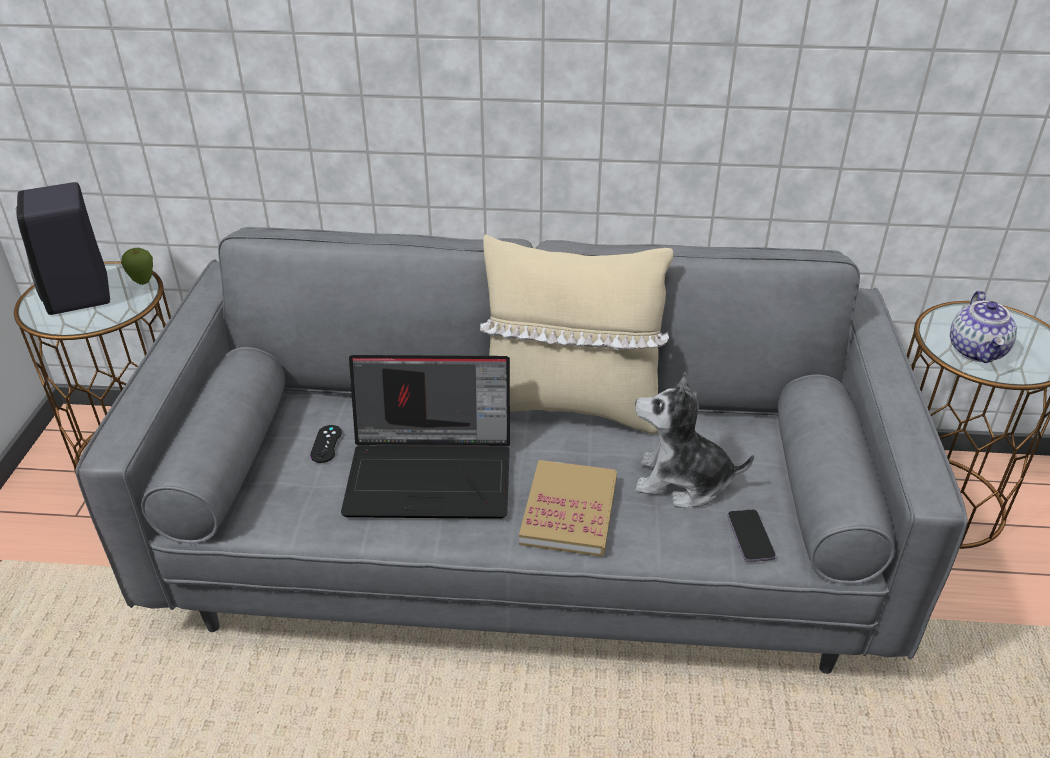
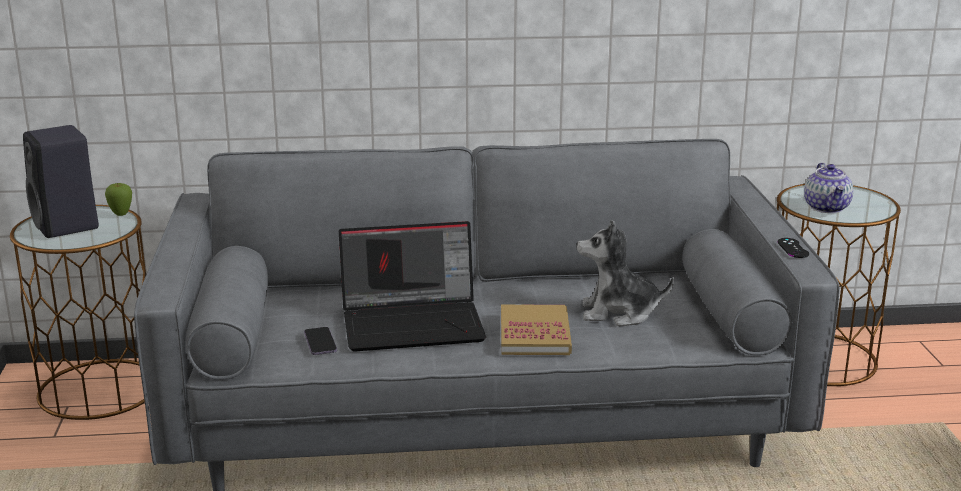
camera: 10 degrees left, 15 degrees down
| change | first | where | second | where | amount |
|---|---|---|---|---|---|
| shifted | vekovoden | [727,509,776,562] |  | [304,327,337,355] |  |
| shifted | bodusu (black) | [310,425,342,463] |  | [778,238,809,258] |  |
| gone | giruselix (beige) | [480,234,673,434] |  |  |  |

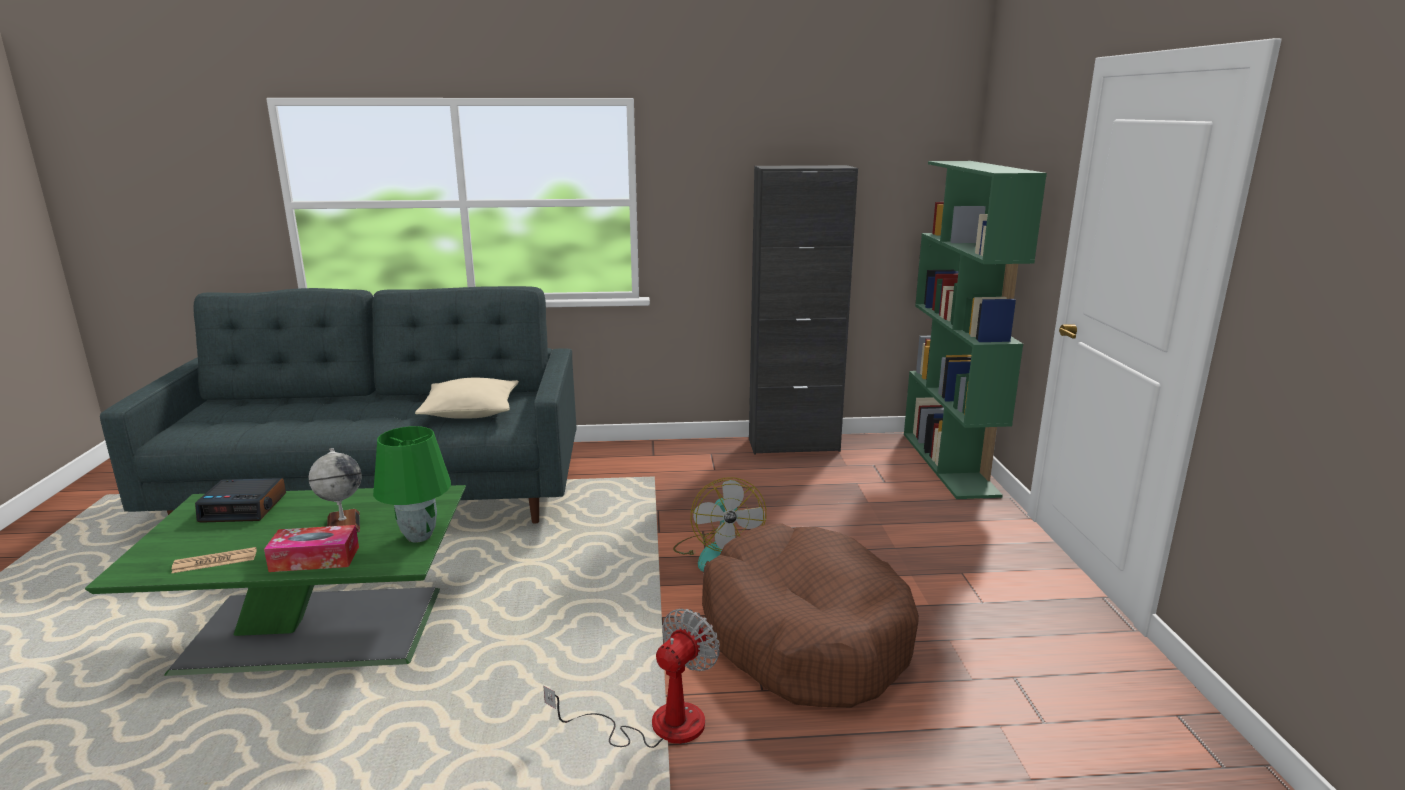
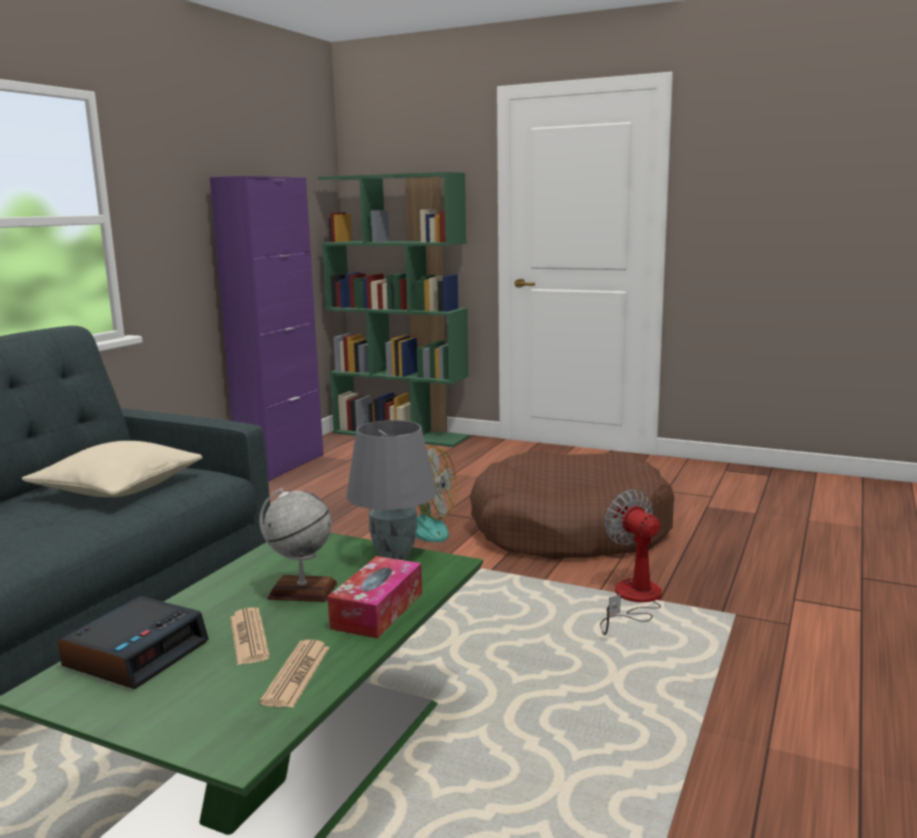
camera: 60 degrees left, 5 degrees down
| change | first | where | second | where | amount |
|---|---|---|---|---|---|
| repainted | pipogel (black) | [749,165,858,455] | pipogel (purple) | [210,176,324,481] |  |
| new |  |  | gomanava | [230,607,270,665] |  |
| repainted | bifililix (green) | [373,426,451,542] | bifililix (grey) | [347,420,437,560] |  |

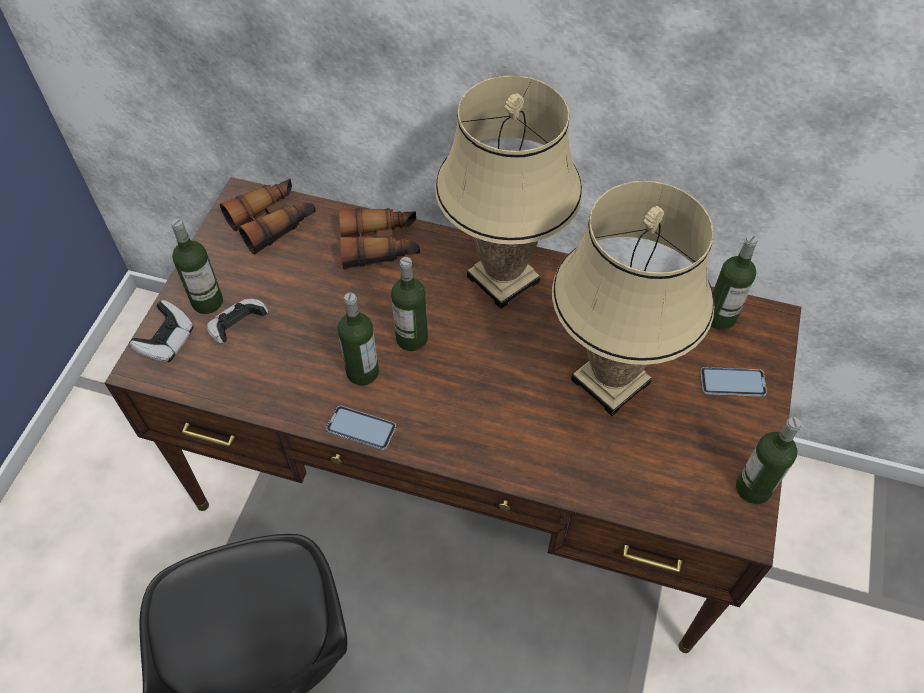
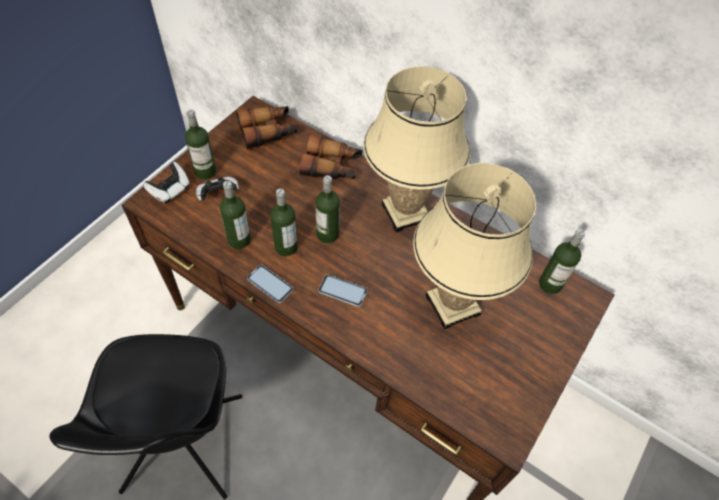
camera: 15 degrees right, 0 degrees up
| change | first | where | second | where | amount |
|---|---|---|---|---|---|
| shifted | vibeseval | [736,417,801,504] |  | [220,181,251,249] |  |
| shifted | vekovoden | [700,367,767,397] |  | [318,275,367,307] |  |

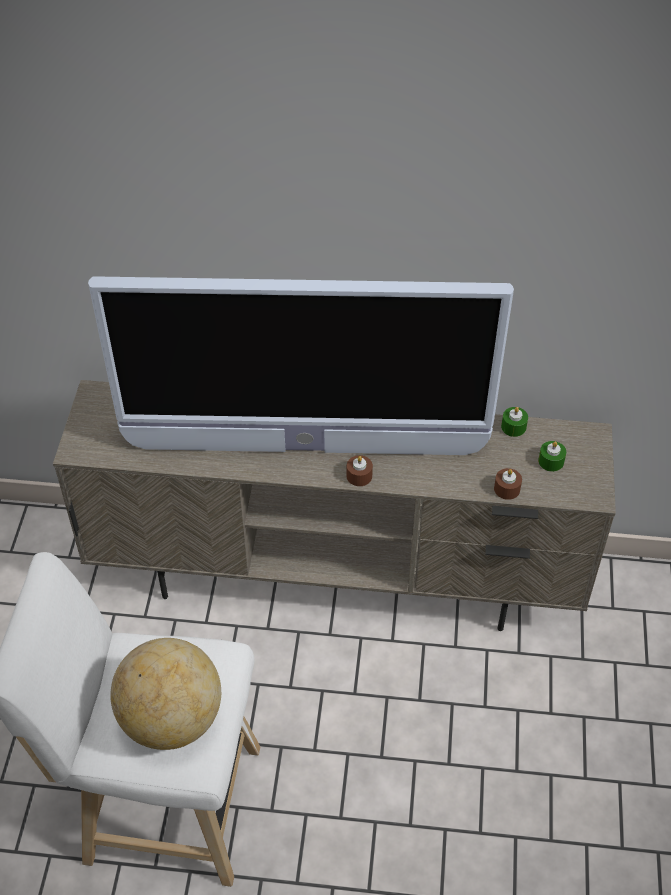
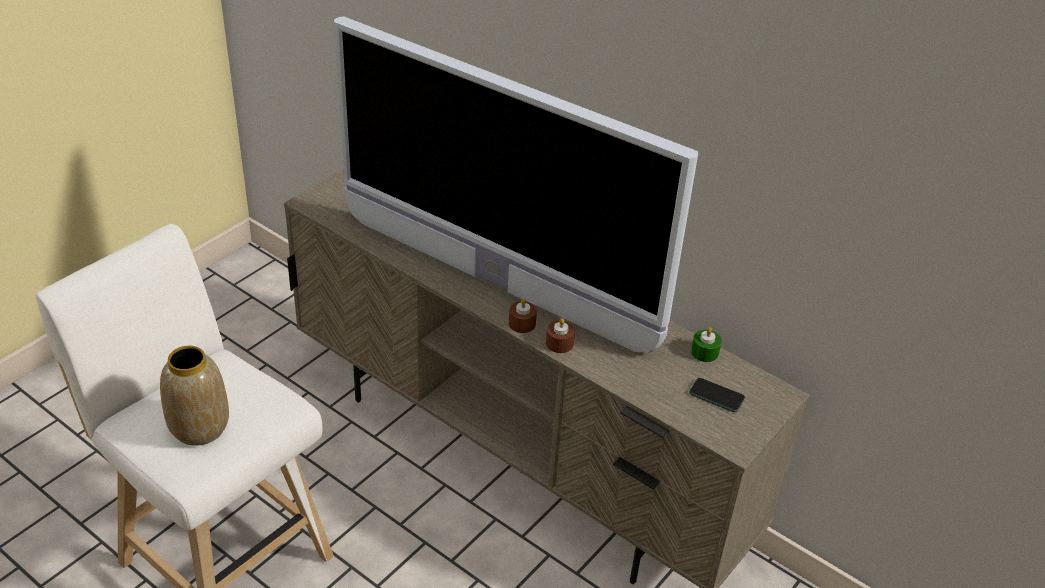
camera: 30 degrees right, 10 degrees down
| change | first | where | second | where | amount |
|---|---|---|---|---|---|
| swapped | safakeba | [110,638,221,750] | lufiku | [160,346,229,446] |  |
| shifted | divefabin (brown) | [494,468,522,500] |  | [546,318,575,353] |  |
| swapped | divefabin (green) | [538,441,566,472] | vekovoden | [689,378,745,412] |  |

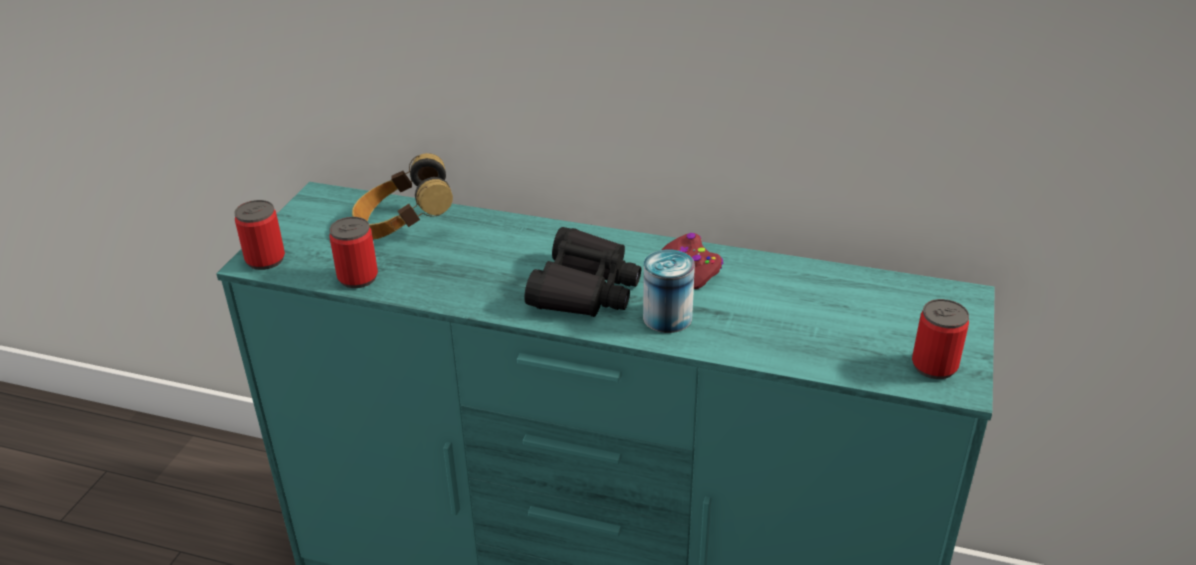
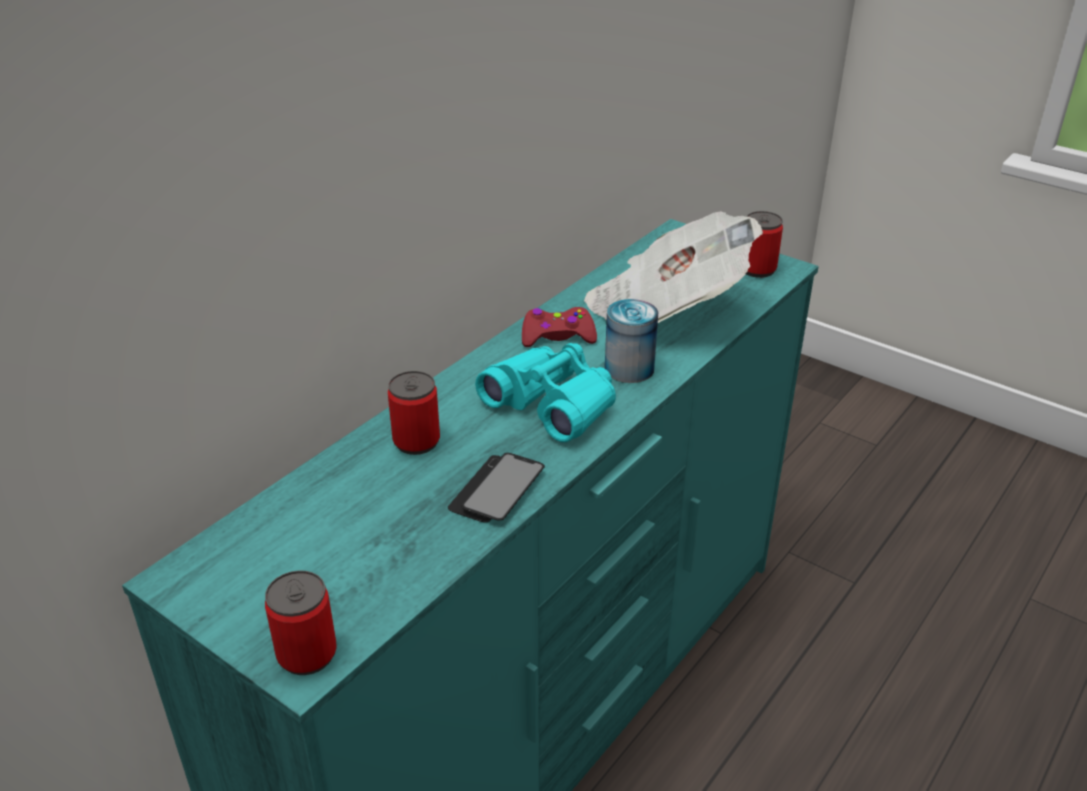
camera: 70 degrees left, 0 degrees up
| change | first | where | second | where | amount |
|---|---|---|---|---|---|
| shifted | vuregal | [329,217,378,288] |  | [388,371,440,455] |  |
| new |  |  | vekovoden | [448,453,545,522] |  |
| repainted | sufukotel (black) | [524,227,642,317] | sufukotel (turquoise) | [475,343,616,442] |  |
| new |  |  | gomanava | [584,211,763,323] |  |
| gone | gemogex | [352,153,453,239] |  |  |  |

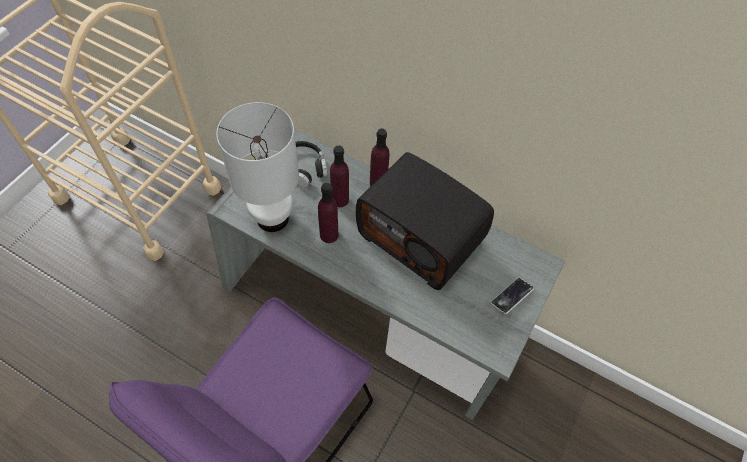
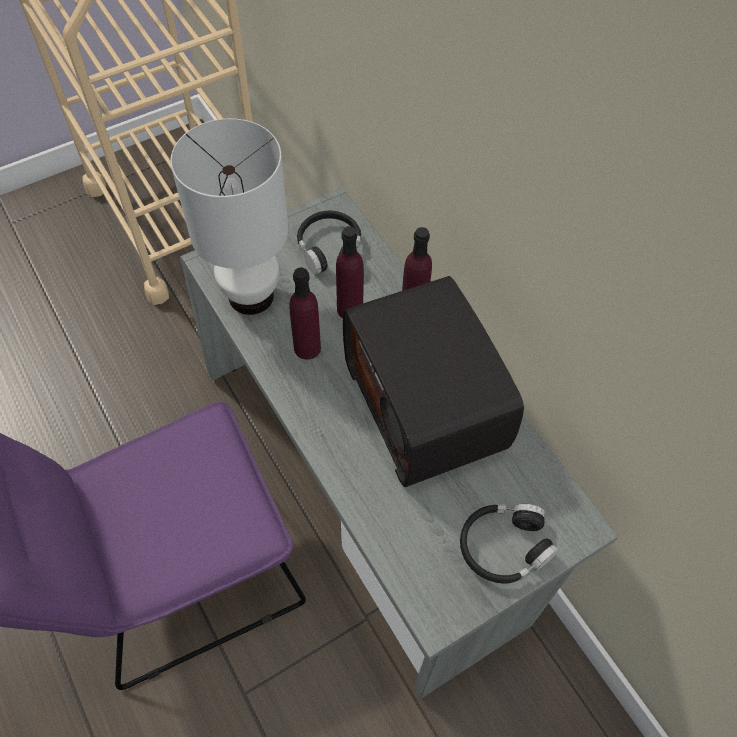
camera: 30 degrees right, 0 degrees up
| change | first | where | second | where | amount |
|---|---|---|---|---|---|
| swapped | vekovoden | [491,278,534,314] | gemogex (black) | [460,504,559,583] |  |

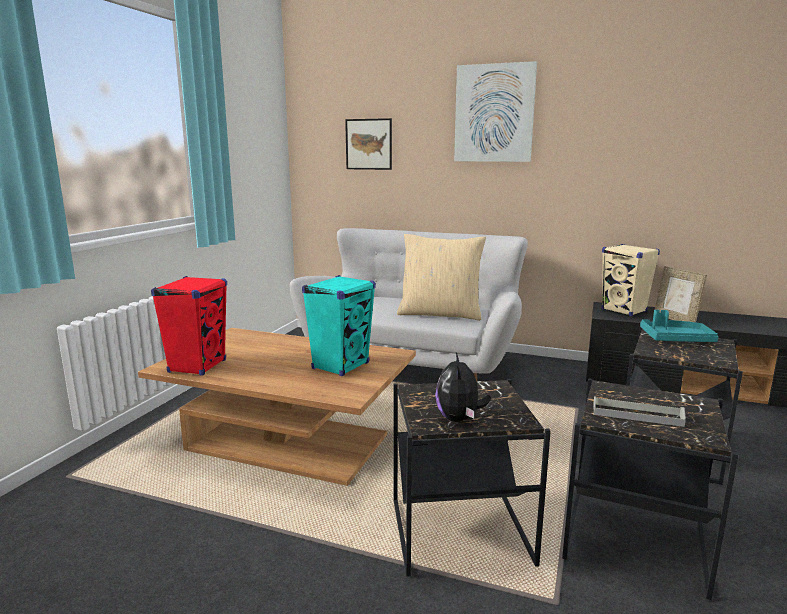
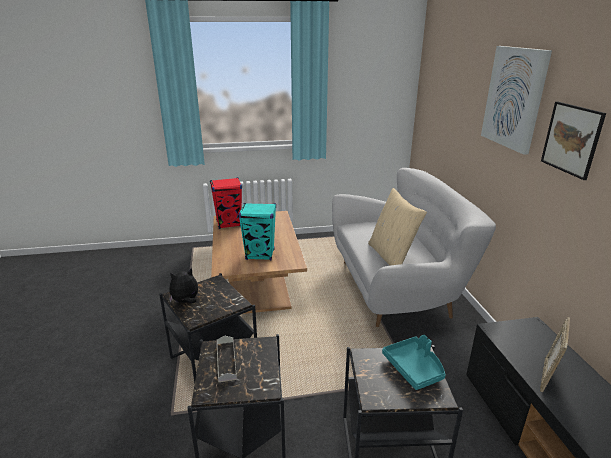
camera: 60 degrees right, 10 degrees up
| change | first | where | second | where | amount |
|---|---|---|---|---|---|
| shifted | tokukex | [345,118,392,170] |  | [541,101,606,180] |  |
| gone | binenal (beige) | [601,244,660,316] |  |  |  |

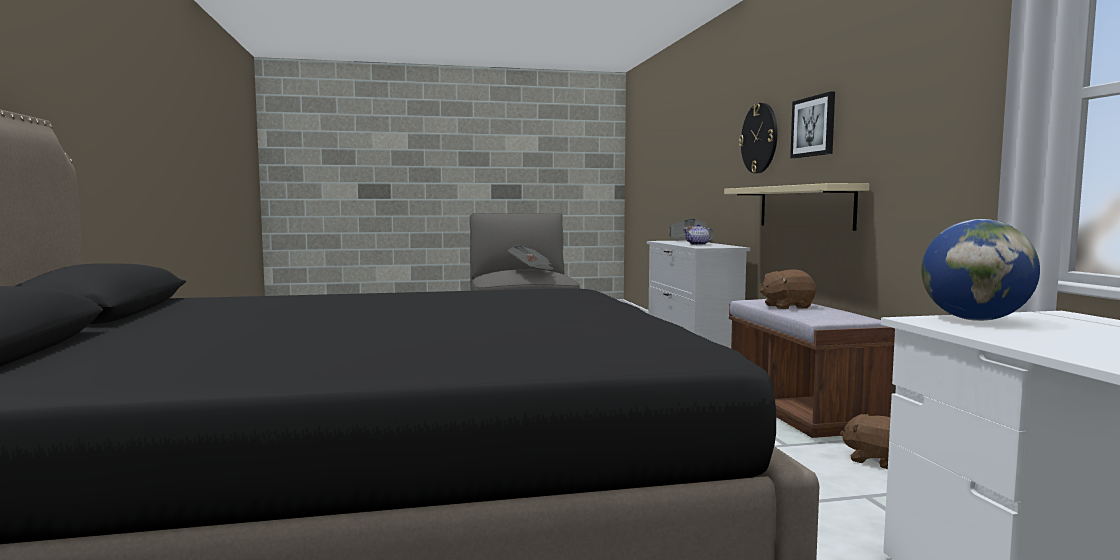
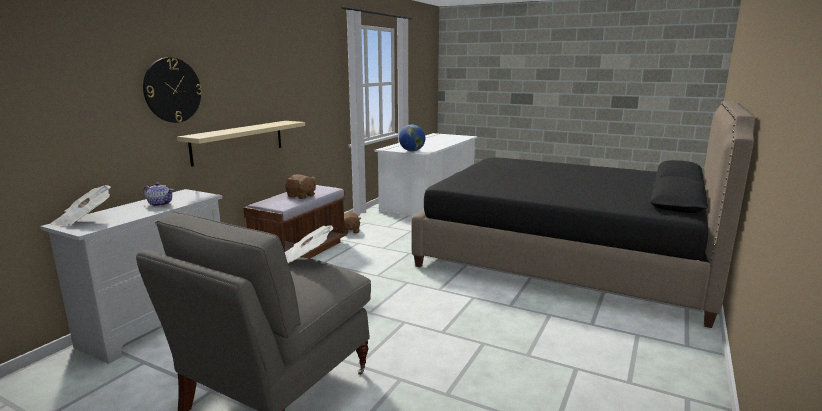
camera: 140 degrees left, 10 degrees up
| change | first | where | second | where | amount |
|---|---|---|---|---|---|
| gone | tokukex | [790,91,835,158] |  |  |  |

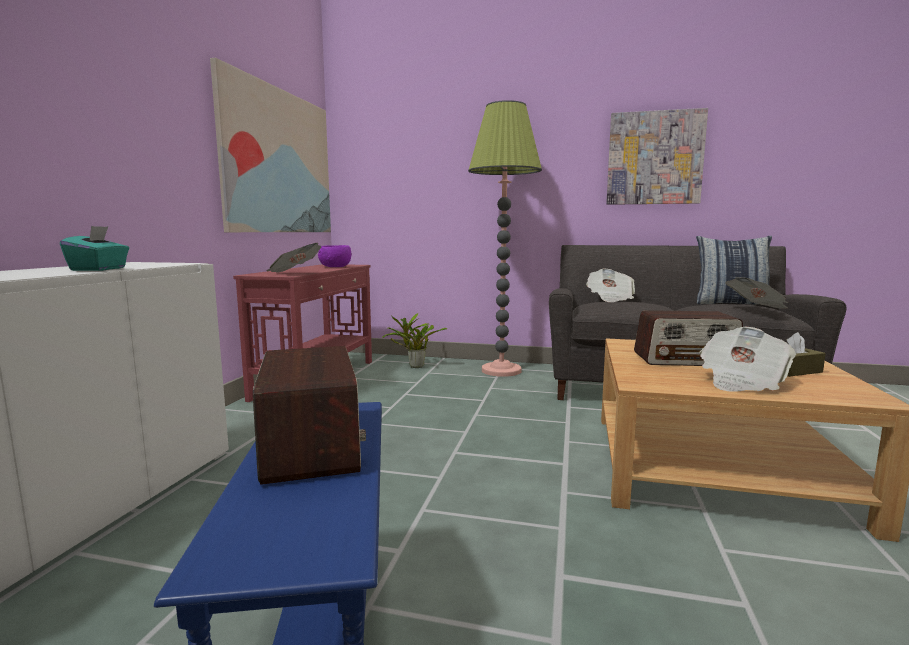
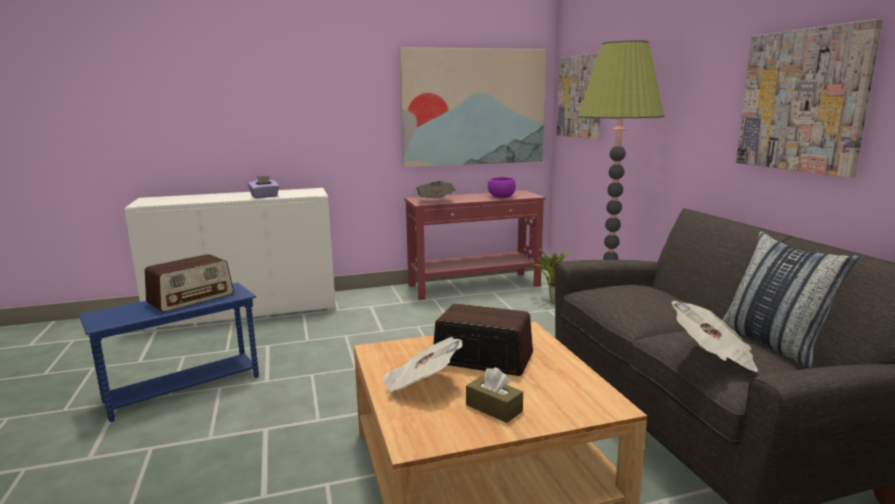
camera: 60 degrees right, 5 degrees up
| change | first | where | second | where | amount |
|---|---|---|---|---|---|
| repainted | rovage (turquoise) | [60,226,129,271] | rovage (purple) | [248,176,279,198] |  |
| rotated | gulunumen | [634,310,743,366] |  | [433,303,533,376] | 135 degrees clockwise |
| new |  |  | tokukex | [557,52,600,140] |  |
| gone | gomanava | [586,269,635,302] |  |  |  |

